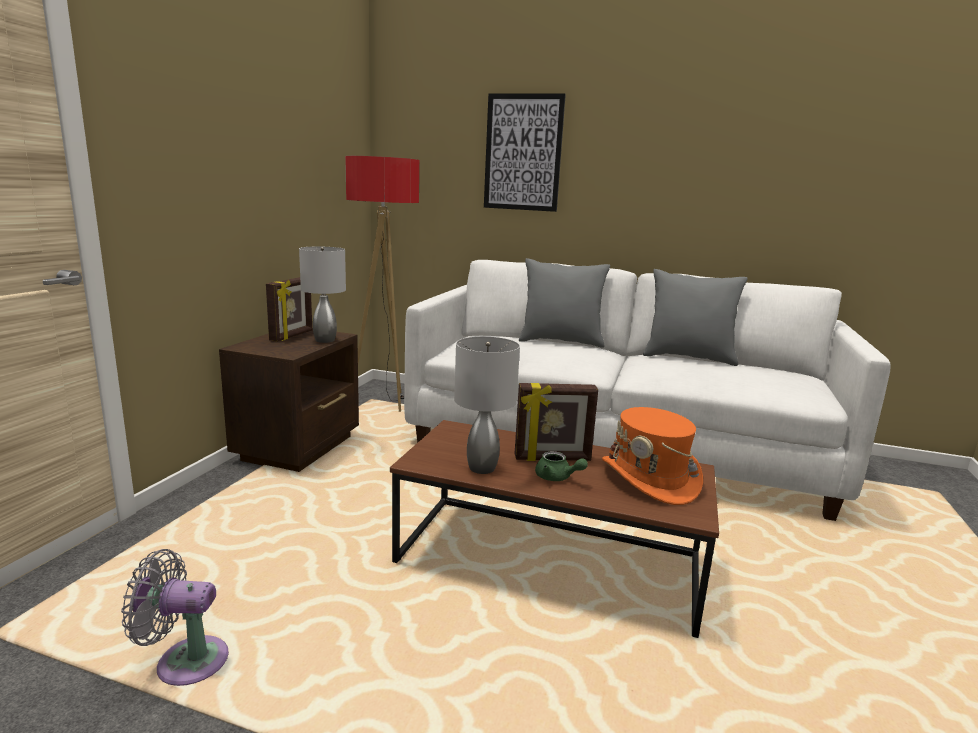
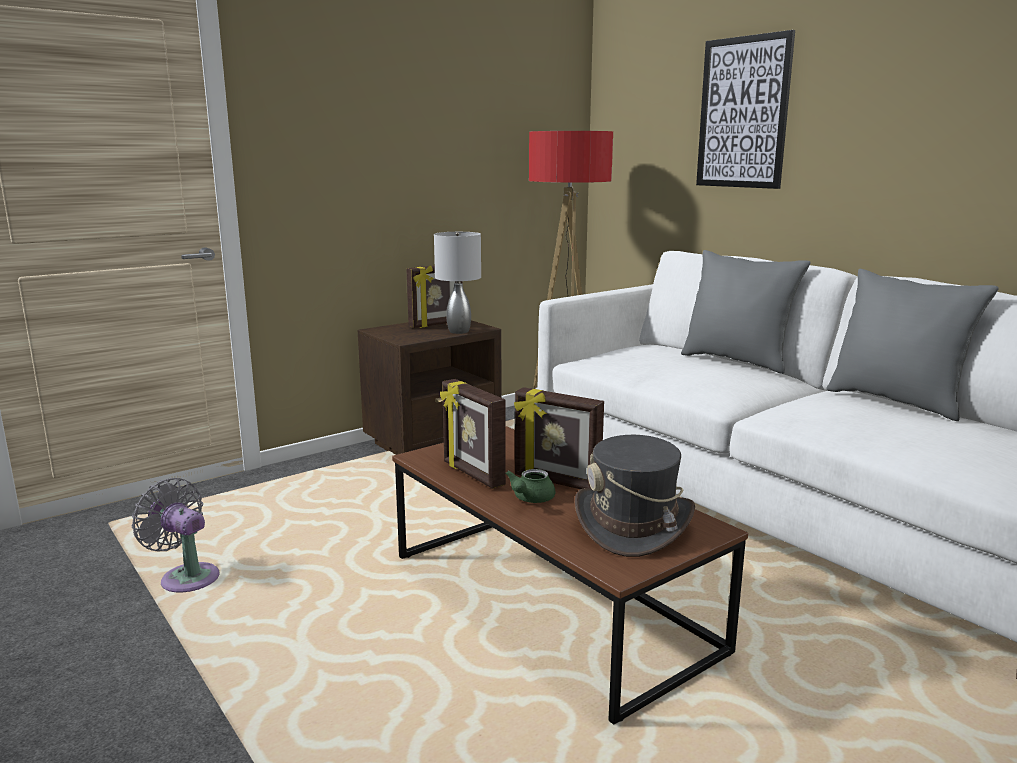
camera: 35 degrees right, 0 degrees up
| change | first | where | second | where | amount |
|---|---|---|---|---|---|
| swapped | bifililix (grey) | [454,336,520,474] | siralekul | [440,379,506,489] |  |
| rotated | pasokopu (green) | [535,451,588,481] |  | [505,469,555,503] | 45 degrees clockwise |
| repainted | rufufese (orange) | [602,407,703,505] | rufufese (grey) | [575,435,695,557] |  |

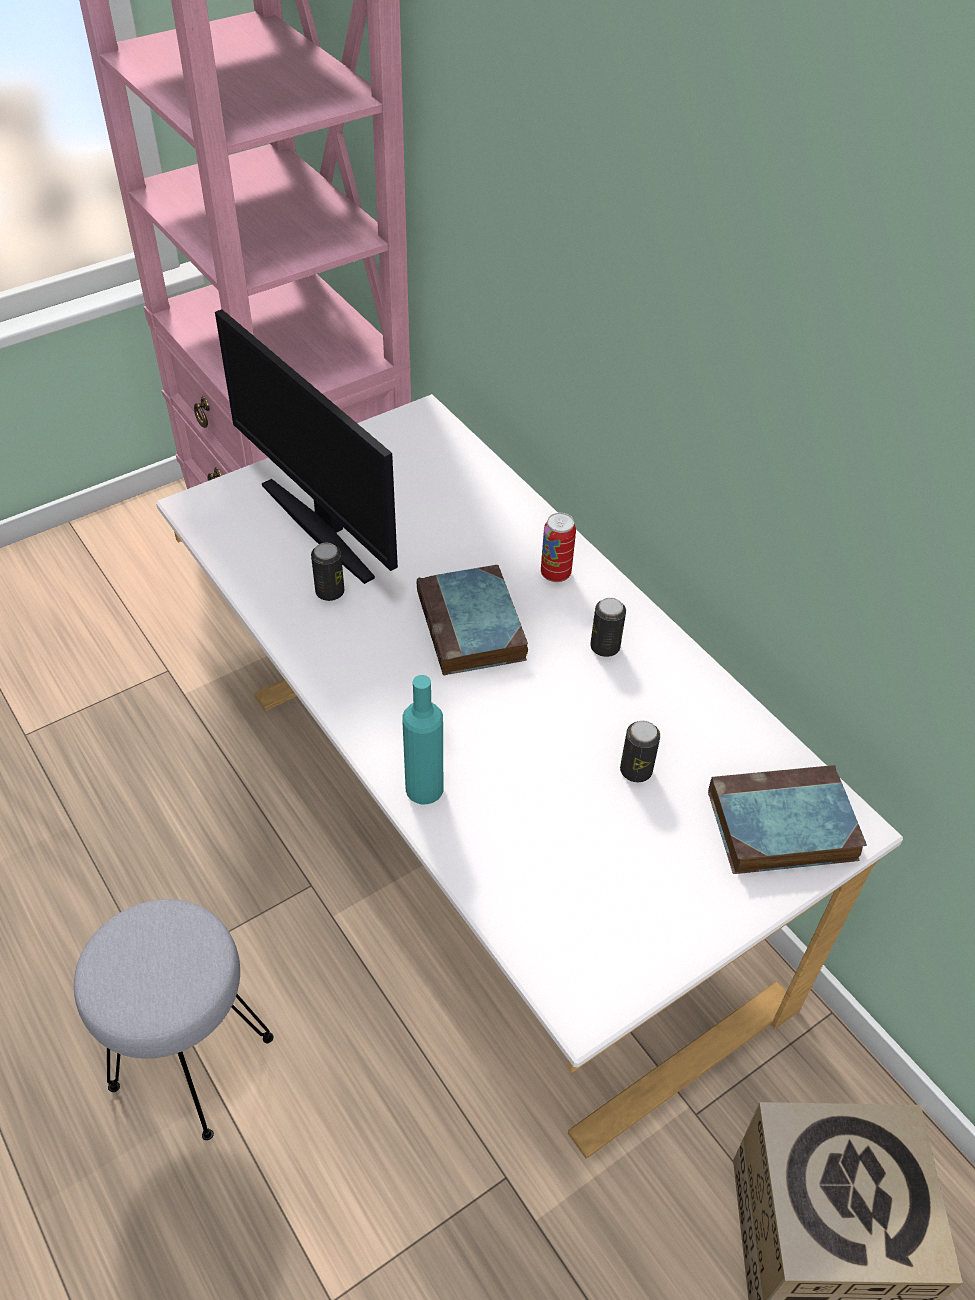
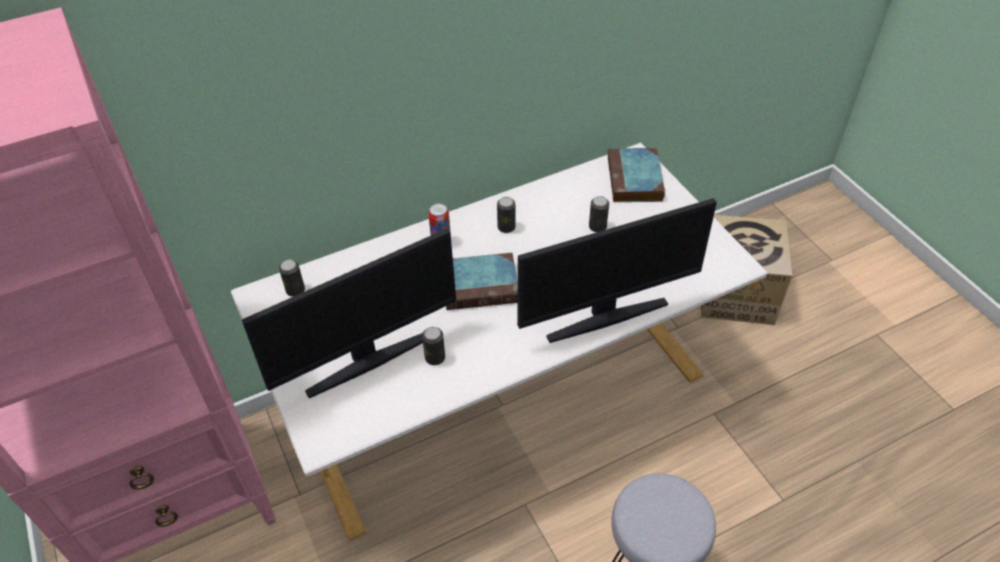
camera: 80 degrees left, 0 degrees up
| change | first | where | second | where | amount |
|---|---|---|---|---|---|
| new |  |  | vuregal | [279,259,305,297] |  |
| swapped | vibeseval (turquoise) | [402,675,443,804] | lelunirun | [517,198,717,343] |  |

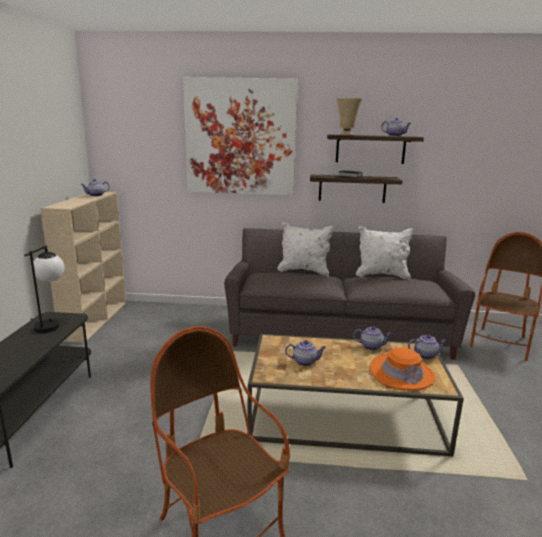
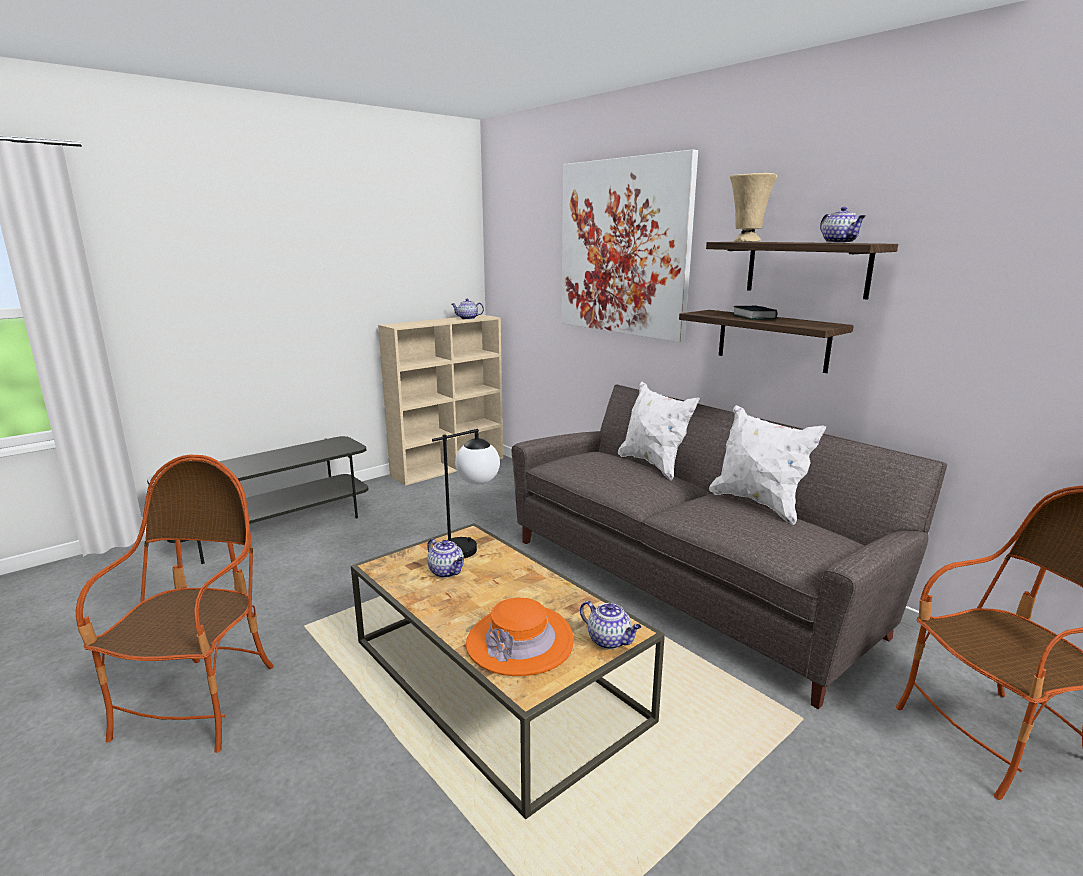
camera: 45 degrees right, 0 degrees up
| change | first | where | second | where | amount |
|---|---|---|---|---|---|
| shifted | bifililix | [24,245,65,333] |  | [432,429,500,558] |  |
| gone | pasokopu | [353,326,392,350] |  |  |  |

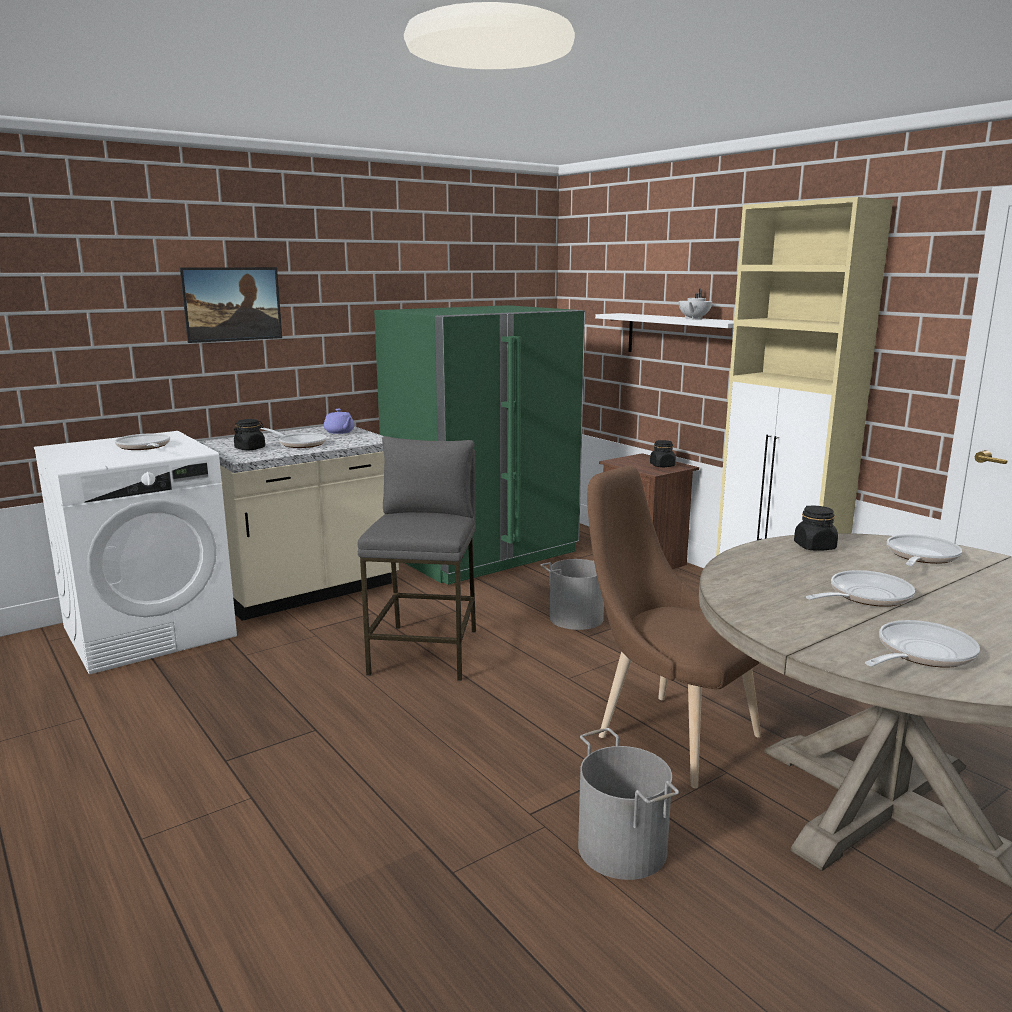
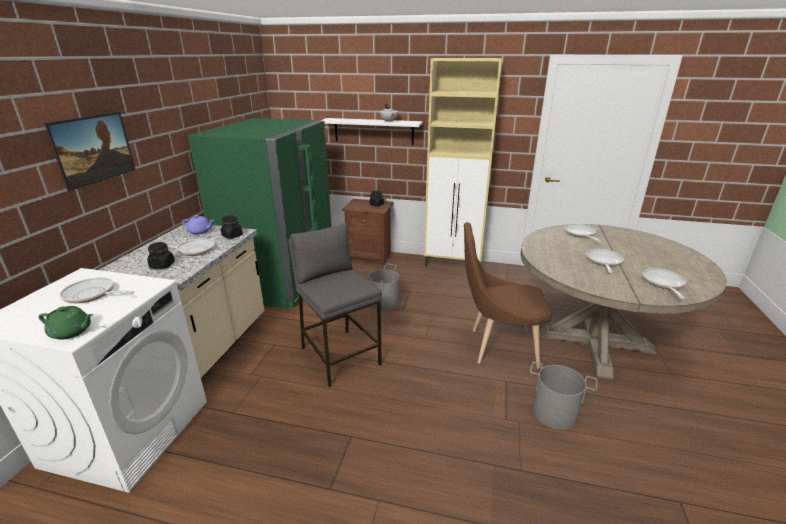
camera: 40 degrees left, 10 degrees up
| change | first | where | second | where | amount |
|---|---|---|---|---|---|
| new |  |  | pasokopu (green) | [39,306,93,340] |  |
| shifted | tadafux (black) | [794,505,838,551] |  | [221,216,243,239] |  |

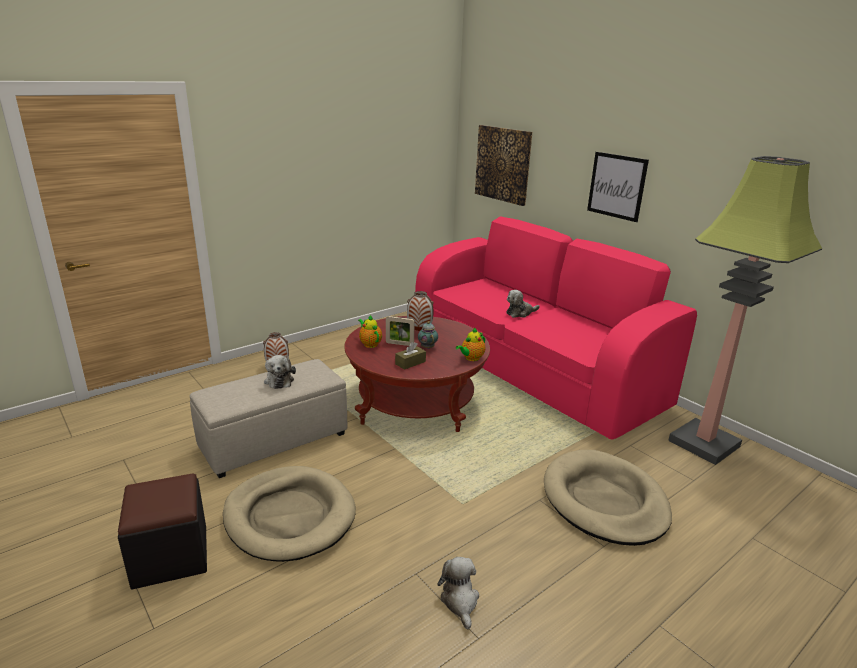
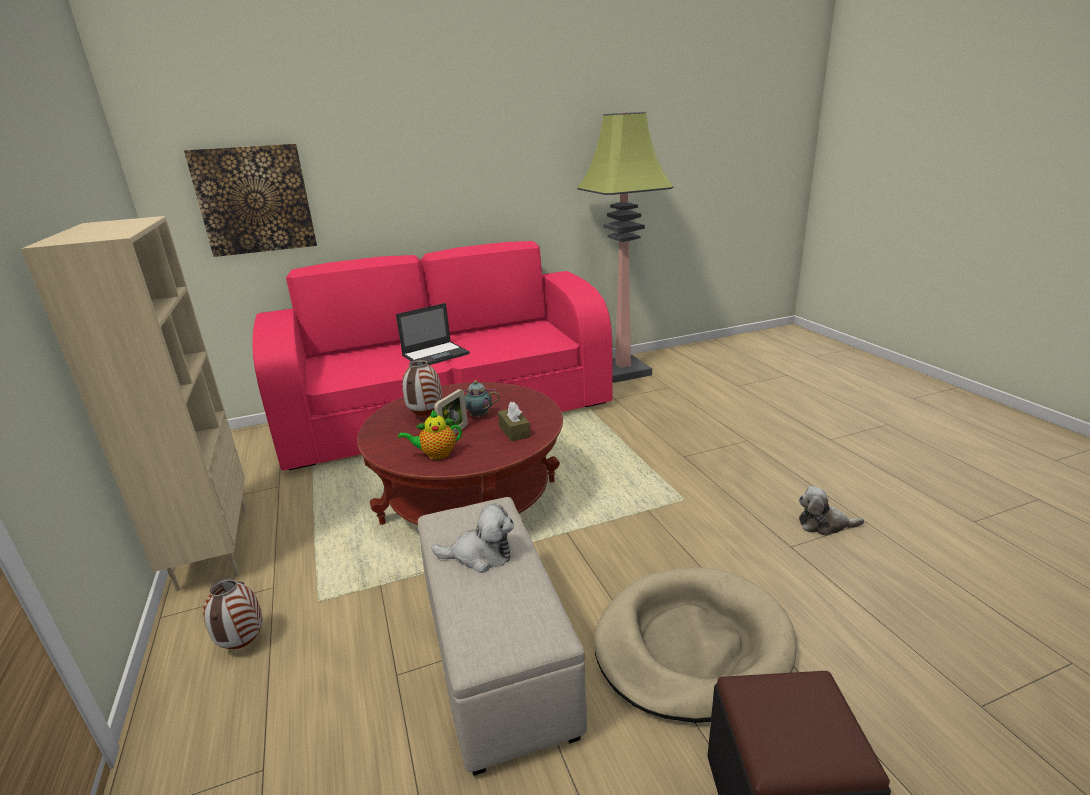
camera: 70 degrees left, 0 degrees up
| change | first | where | second | where | amount |
|---|---|---|---|---|---|
| new |  |  | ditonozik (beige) | [21,216,248,591] |  |
| swapped | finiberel | [506,290,540,318] | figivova | [396,303,470,365] |  |
| gone | pasokopu | [456,327,486,361] |  |  |  |
| gone | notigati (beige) | [544,450,672,546] |  |  |  |
| gone | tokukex | [587,152,649,222] |  |  |  |

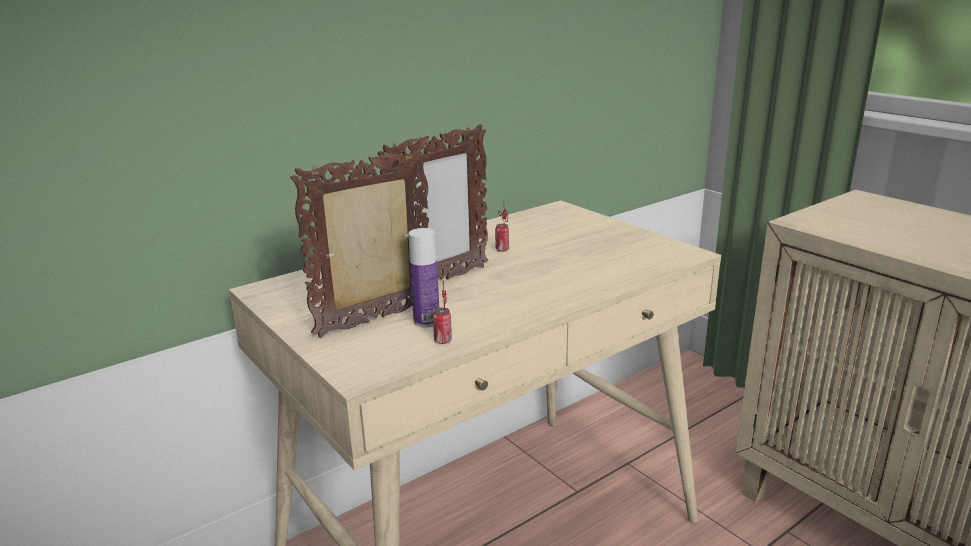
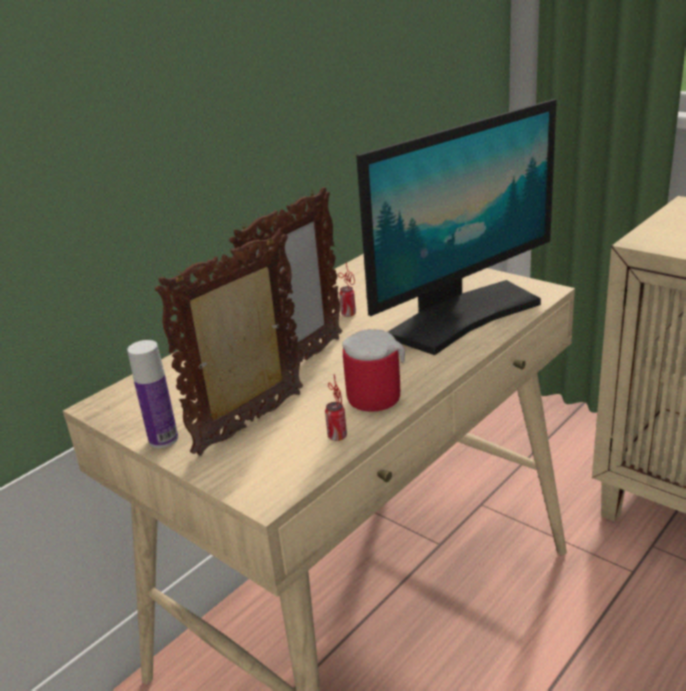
camera: 10 degrees left, 5 degrees up
| change | first | where | second | where | amount |
|---|---|---|---|---|---|
| shifted | vibeseval | [409,228,439,328] |  | [127,340,178,448] |  |
| new |  |  | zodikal | [342,329,405,412] |  |
| new |  |  | lelunirun | [356,99,557,355] |  |

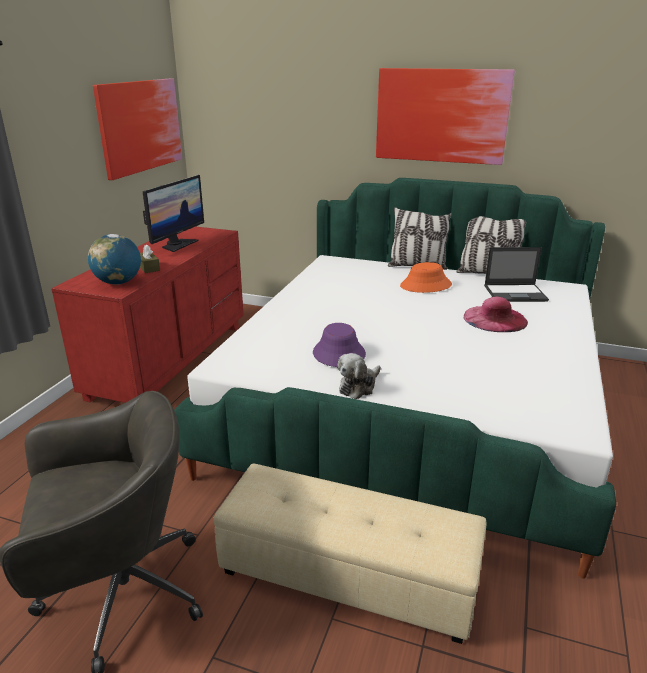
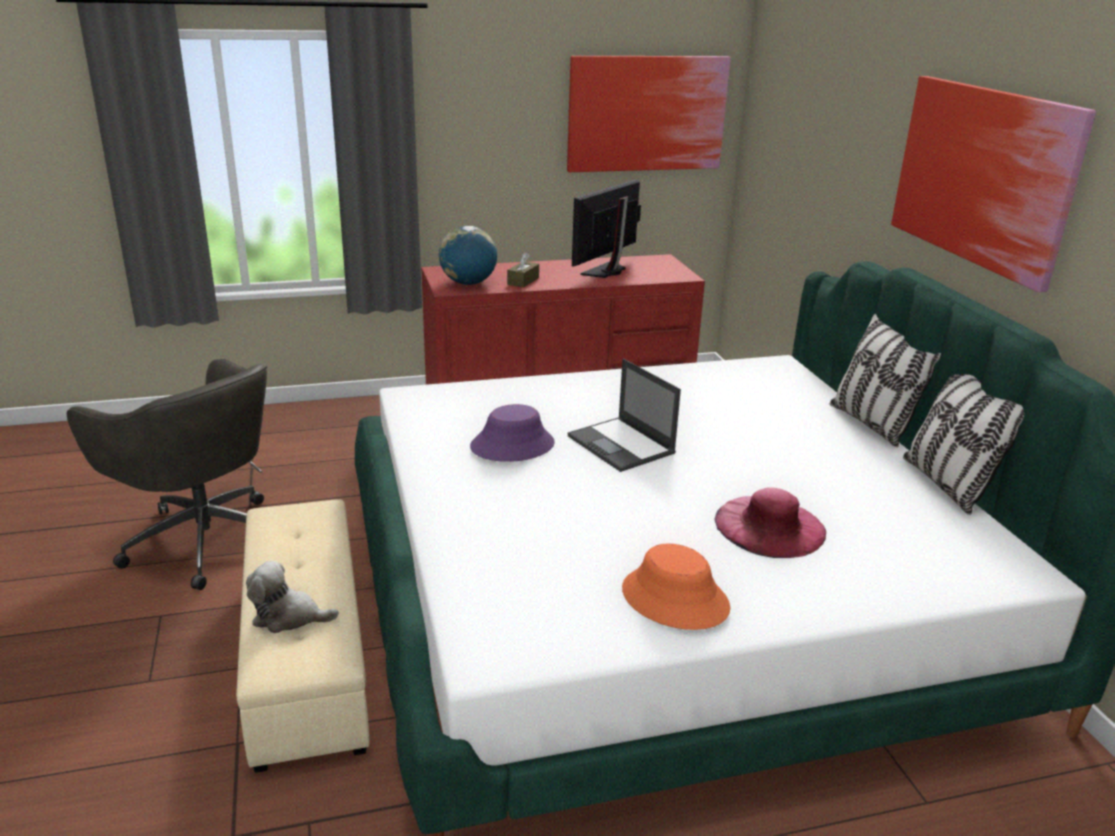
camera: 55 degrees right, 0 degrees up
| change | first | where | second | where | amount |
|---|---|---|---|---|---|
| shifted | finiberel | [337,353,381,399] |  | [246,561,339,633] |  |
| shifted | figivova | [484,247,549,302] |  | [568,359,681,472] |  |
| rotated | lelunirun | [143,175,204,252] |  | [572,179,641,278] | 135 degrees clockwise |
| shifted | rufufese (orange) | [400,262,452,293] |  | [622,544,730,630] |  |

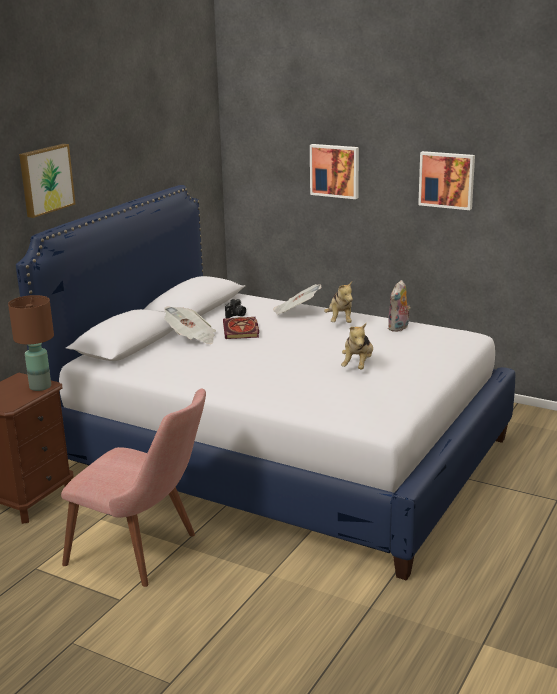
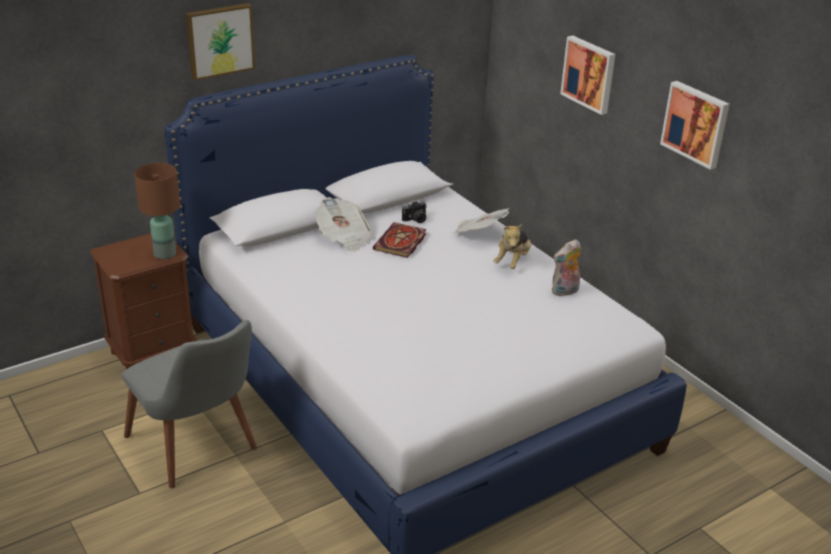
camera: 25 degrees right, 10 degrees up
| change | first | where | second | where | amount |
|---|---|---|---|---|---|
| repainted | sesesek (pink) | [61,389,206,587] | sesesek (grey) | [122,320,257,488] |  |
| gone | finiberel | [341,323,373,370] |  |  |  |

